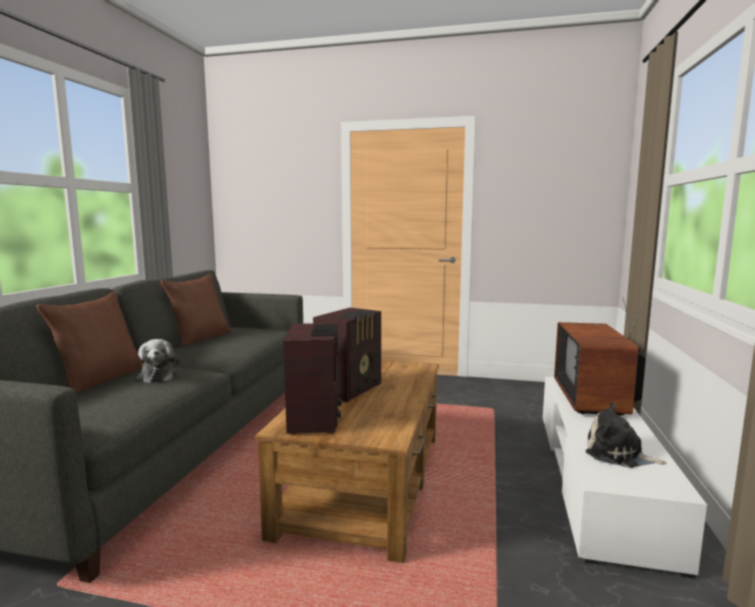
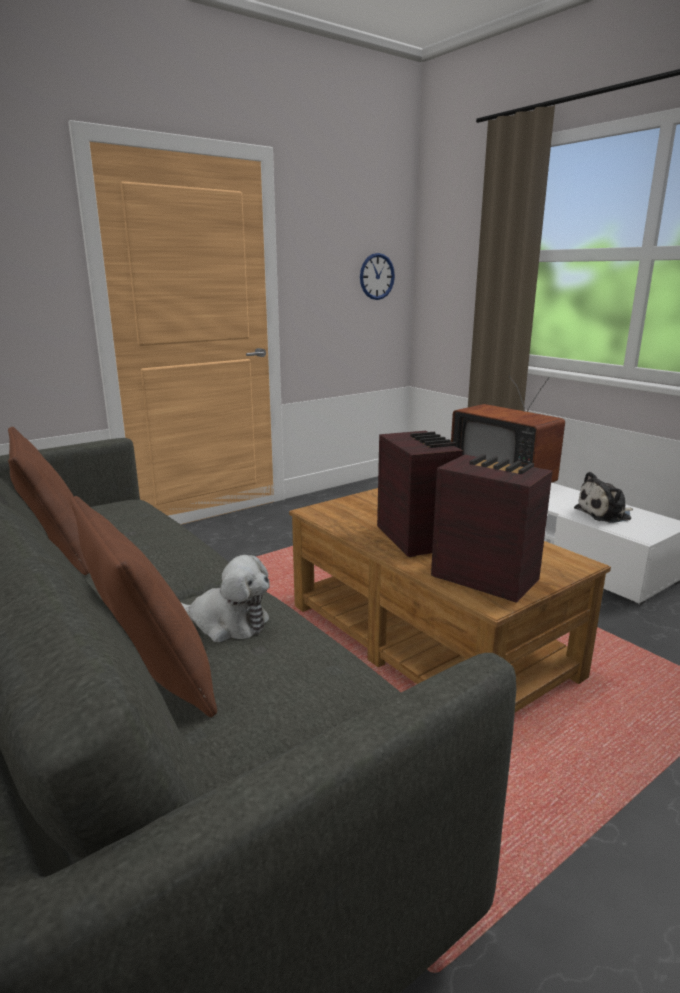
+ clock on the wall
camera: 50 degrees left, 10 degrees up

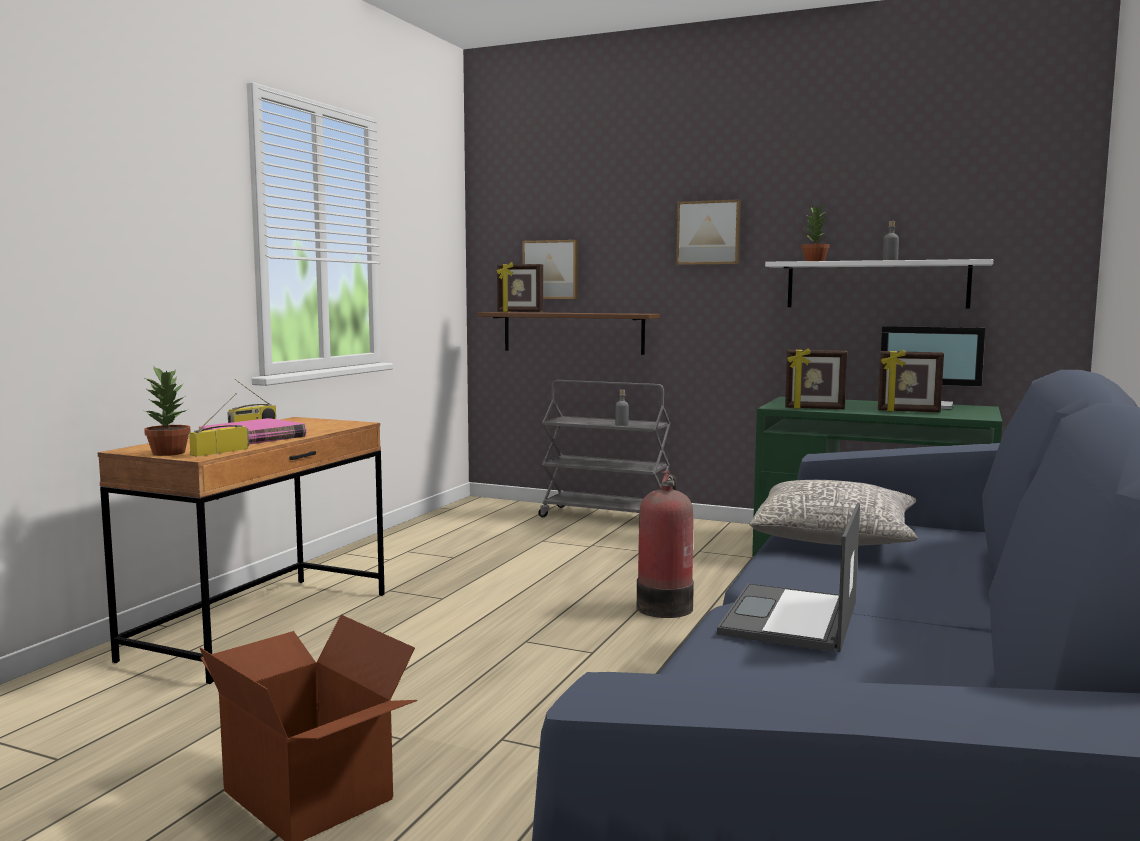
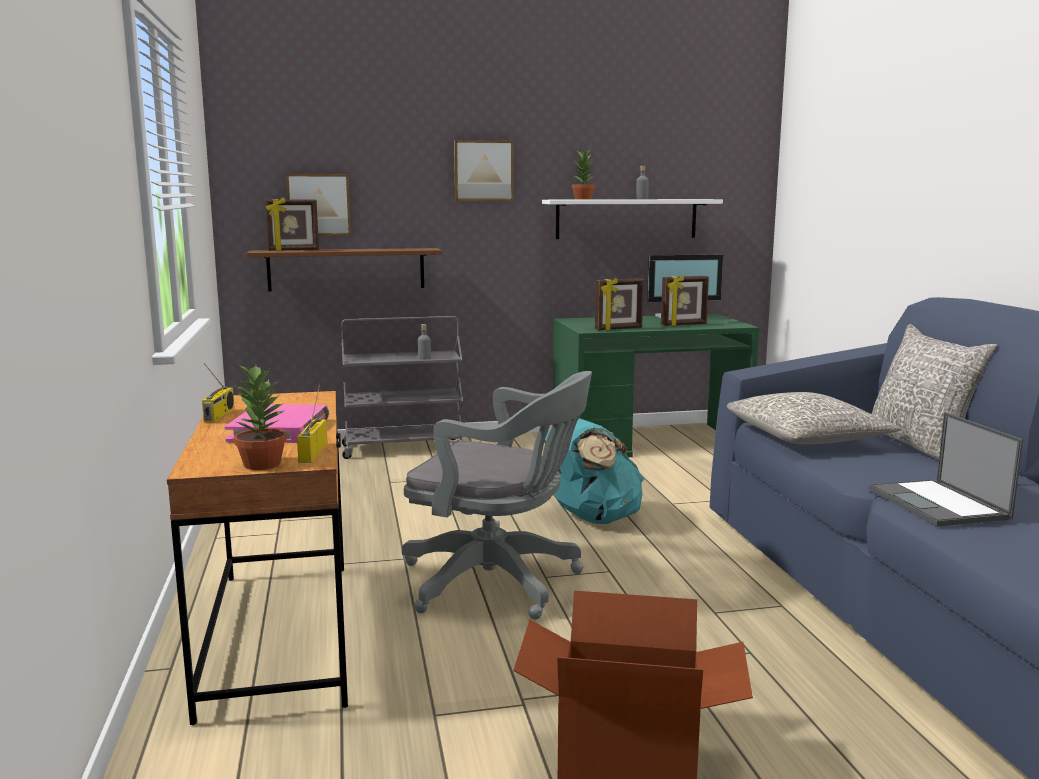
~ extinguisher to rucksack (turquoise)
+ throw pillow (grey) (no. 2 from left)
+ computer chair (grey)
camera: 35 degrees left, 5 degrees up

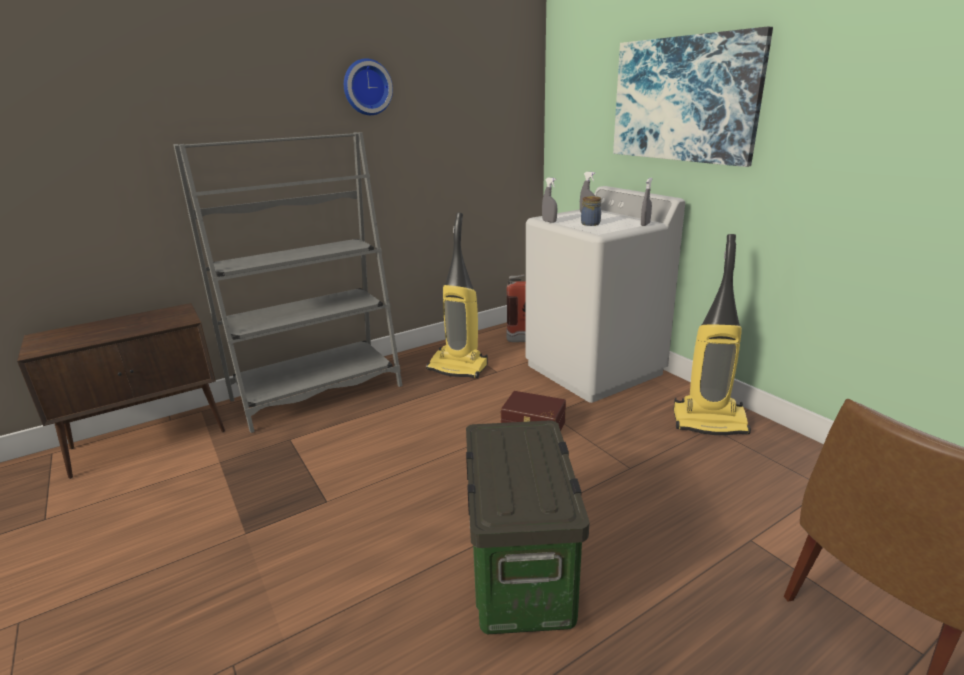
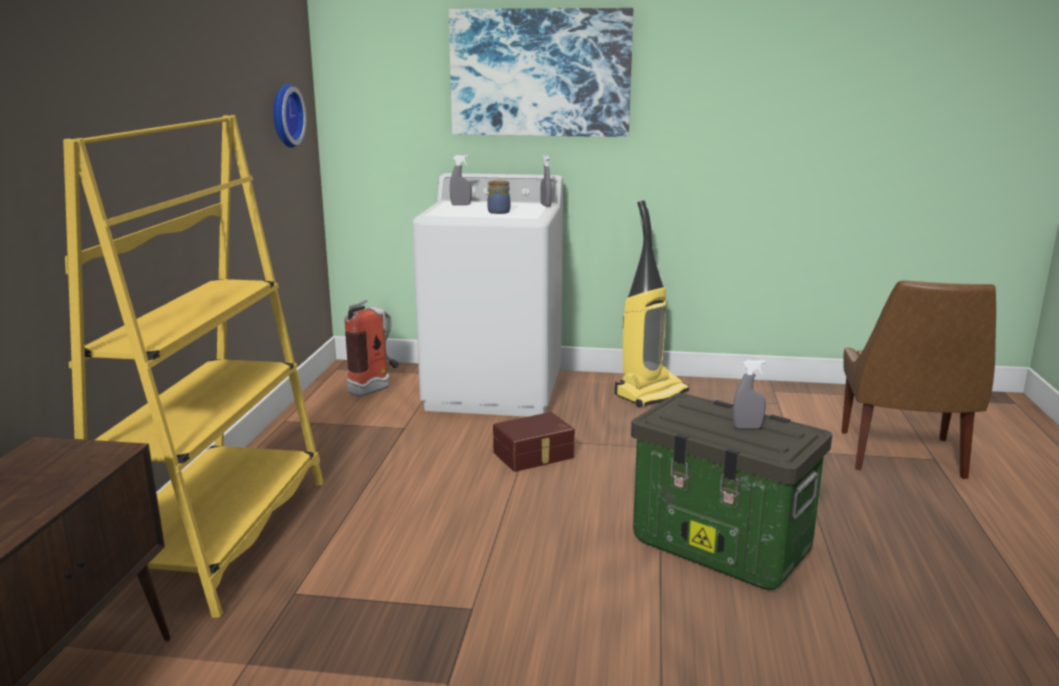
~ clock on the wall
~ shelving unit (grey) to shelving unit (yellow)
~ sprayer (grey) (no. 1 from left in the first image) to sprayer (grey) (no. 3 from left)
- hoover (no. 1 from left)
camera: 50 degrees left, 5 degrees down

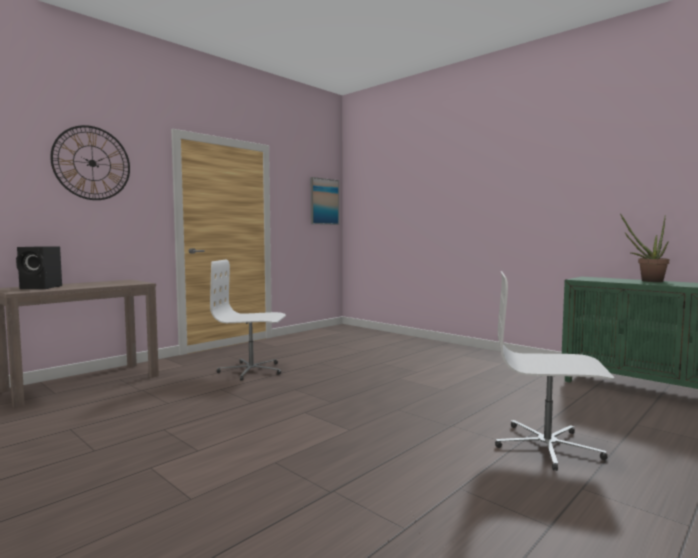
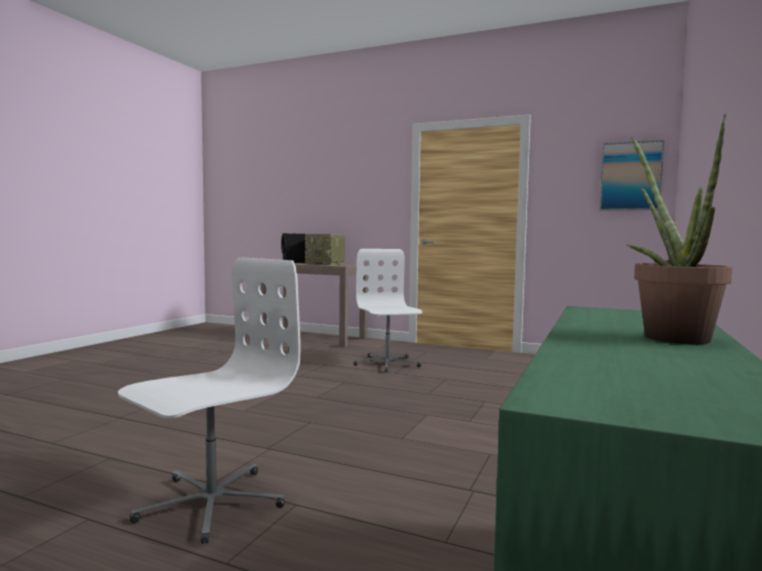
- clock on the wall
~ computer chair (whitish) (no. 2 from left in the first image) 45 degrees clockwise
+ radio receiver
camera: 70 degrees right, 0 degrees up

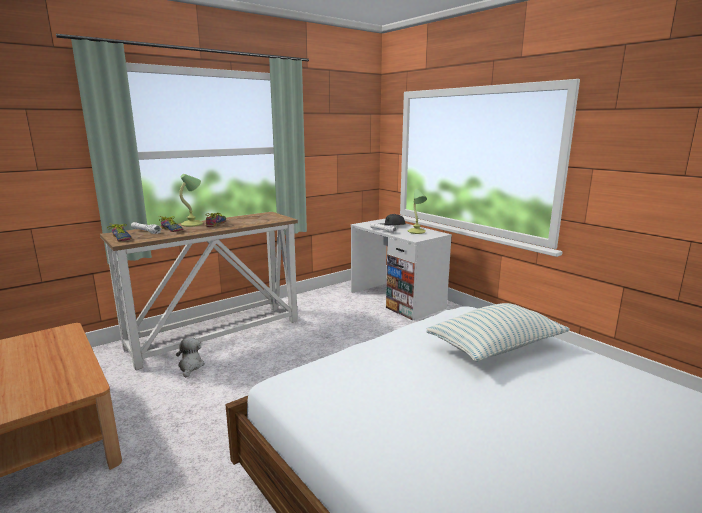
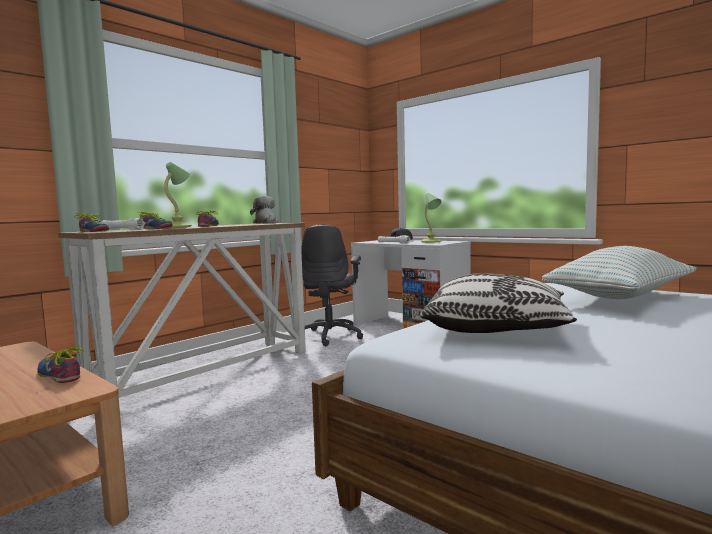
~ cuddly toy
+ computer chair (grey)
+ throw pillow (no. 1 from left)
+ low shoe (no. 1 from left)
camera: 10 degrees left, 10 degrees down

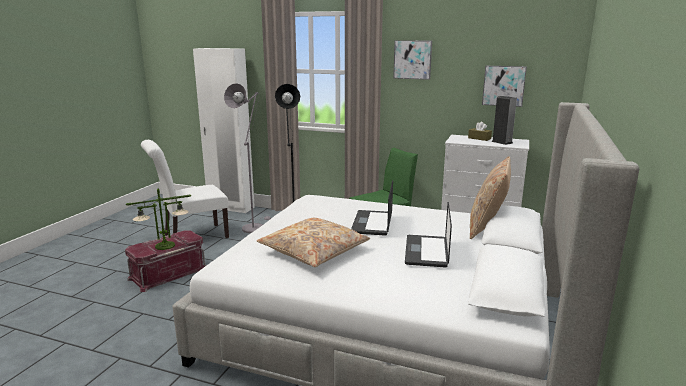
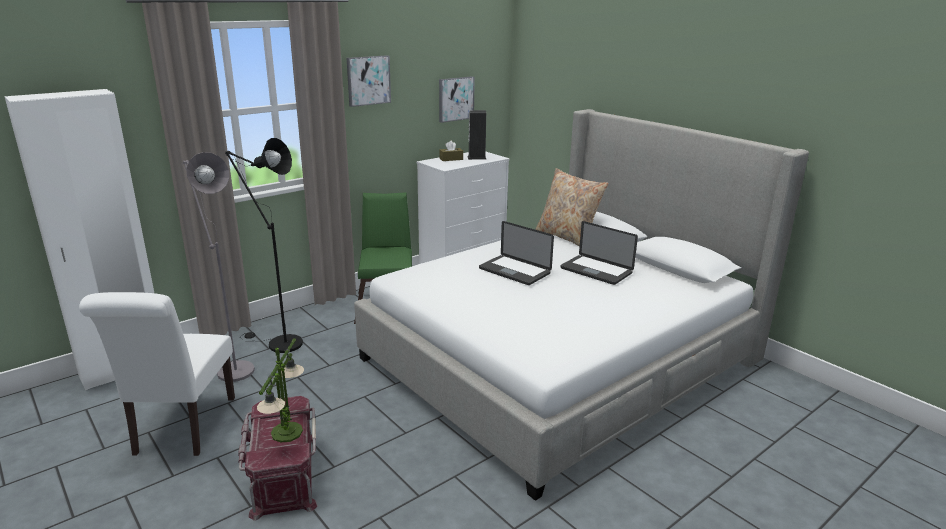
- throw pillow (beige) (no. 1 from left)
camera: 60 degrees left, 5 degrees up

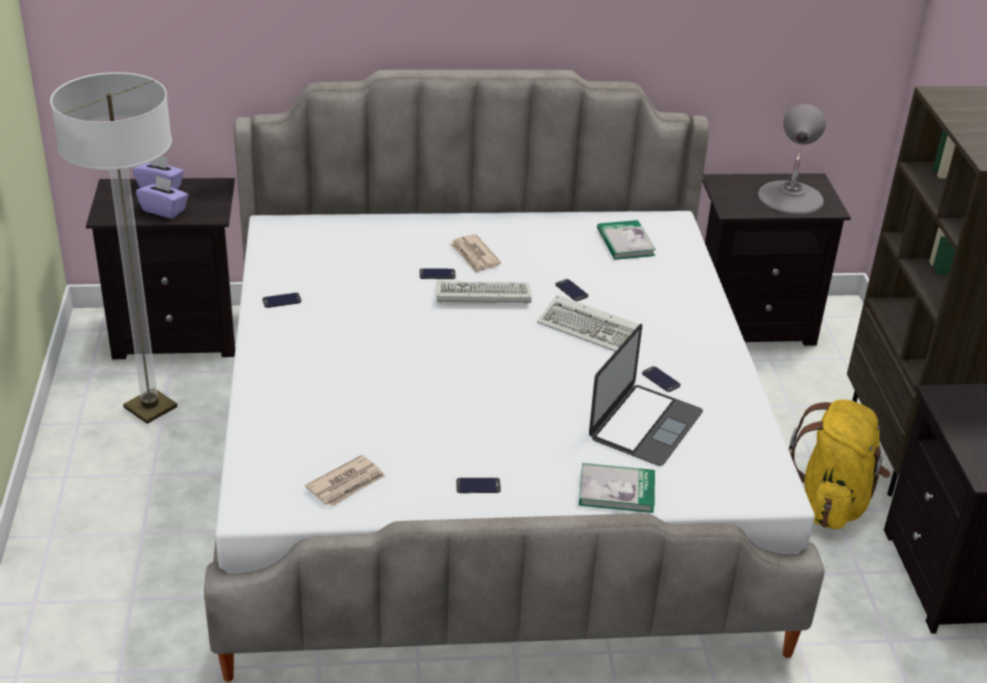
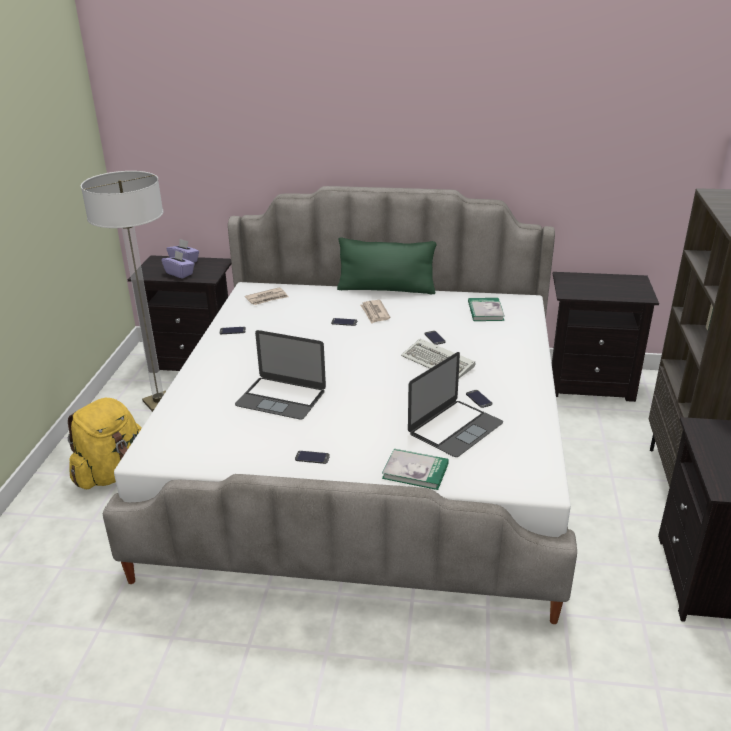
- lamp for a table (grey)
- PC keyboard (no. 1 from left)
~ rucksack (yellow)
~ newspaper (no. 1 from left)
+ throw pillow (green-coloured)
+ portable computer (no. 1 from left)
camera: 15 degrees right, 5 degrees down

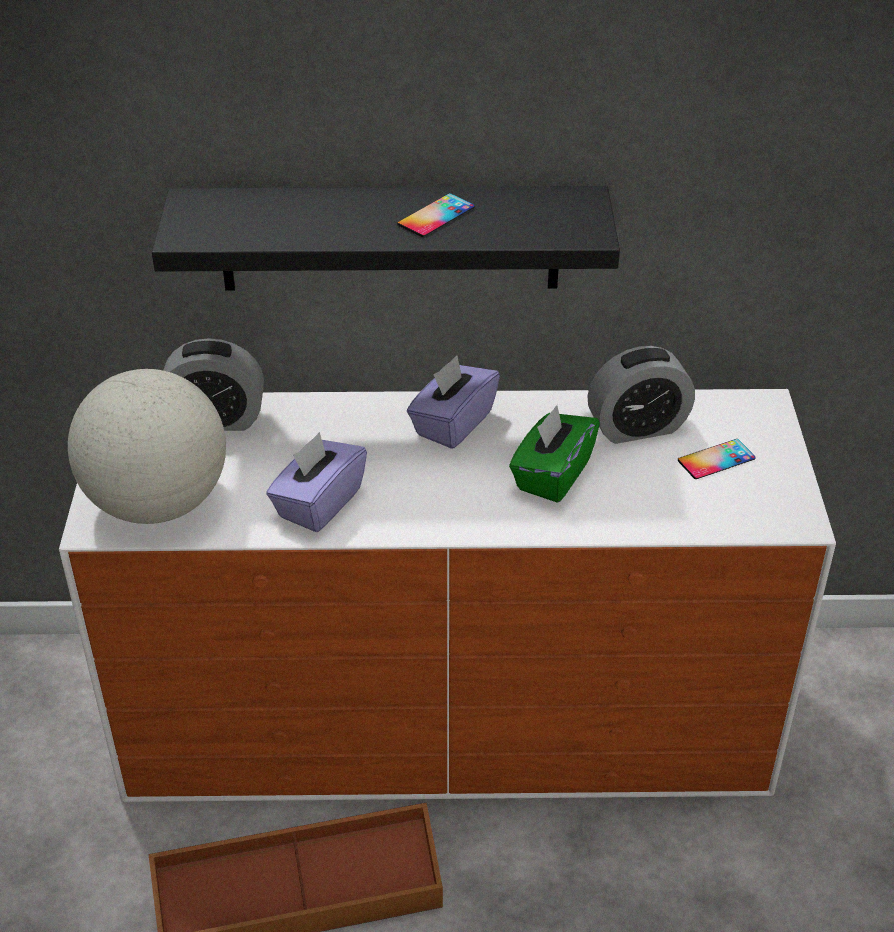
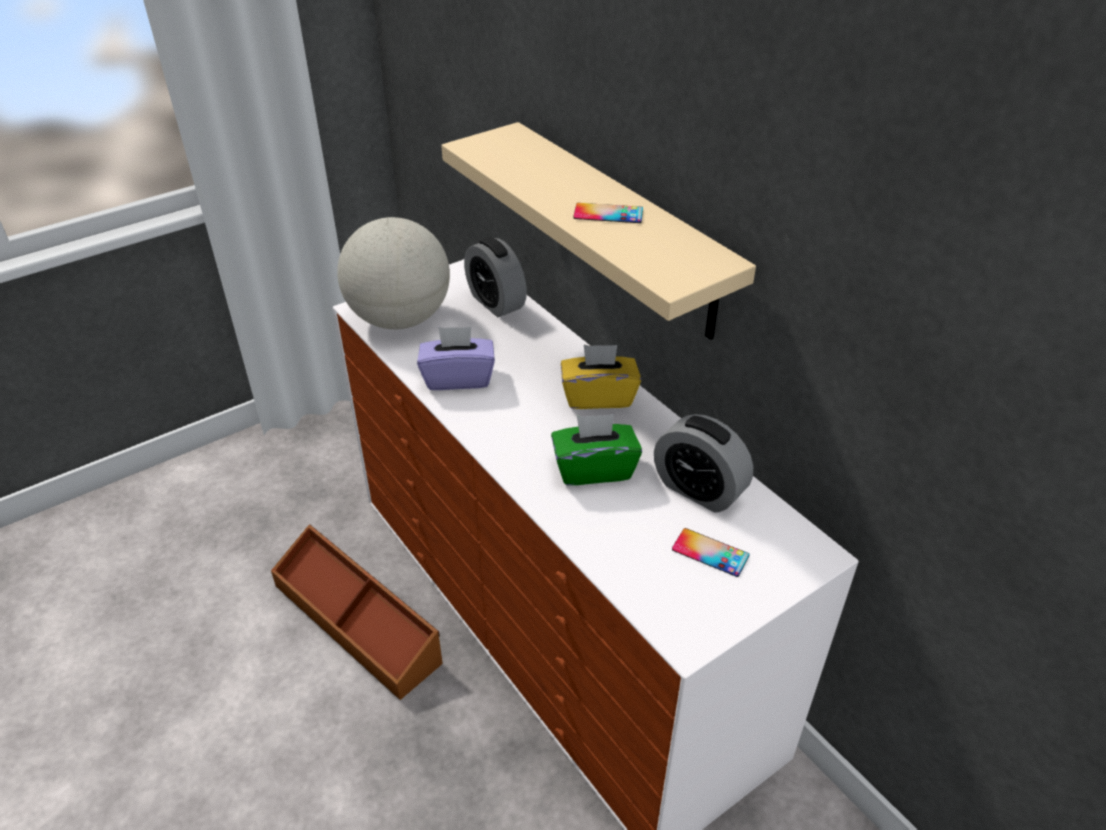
~ shelf (blackish) to shelf (beige)
~ box of tissues (purple) (no. 2 from left) to box of tissues (yellow)
camera: 55 degrees right, 0 degrees up

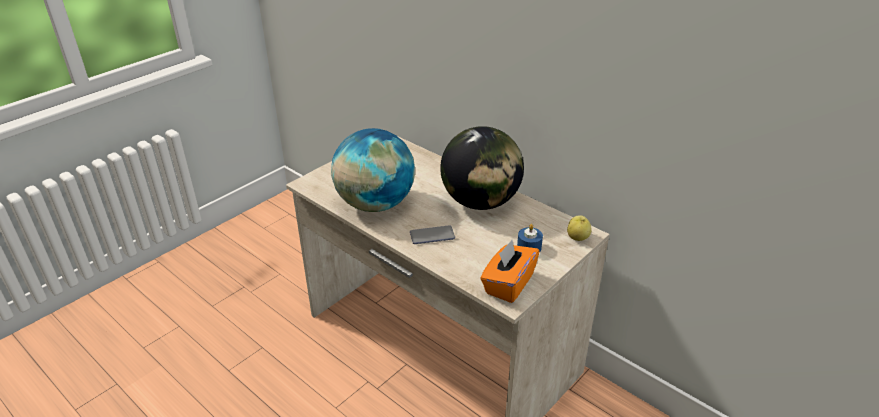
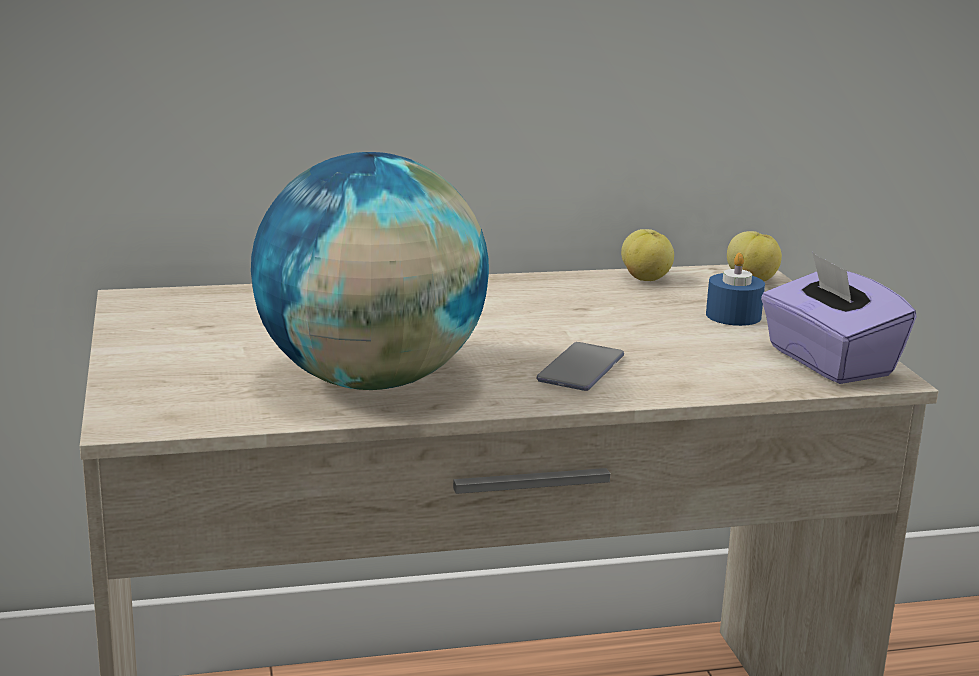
- globe (no. 2 from left)
~ box of tissues (orange) to box of tissues (purple)
+ apple (no. 1 from left)
camera: 55 degrees left, 15 degrees down

